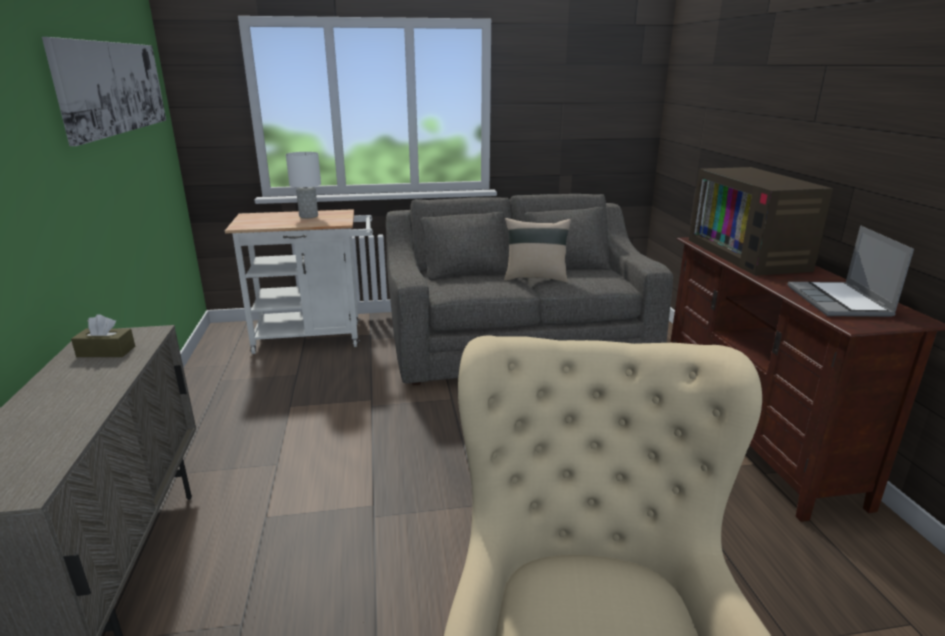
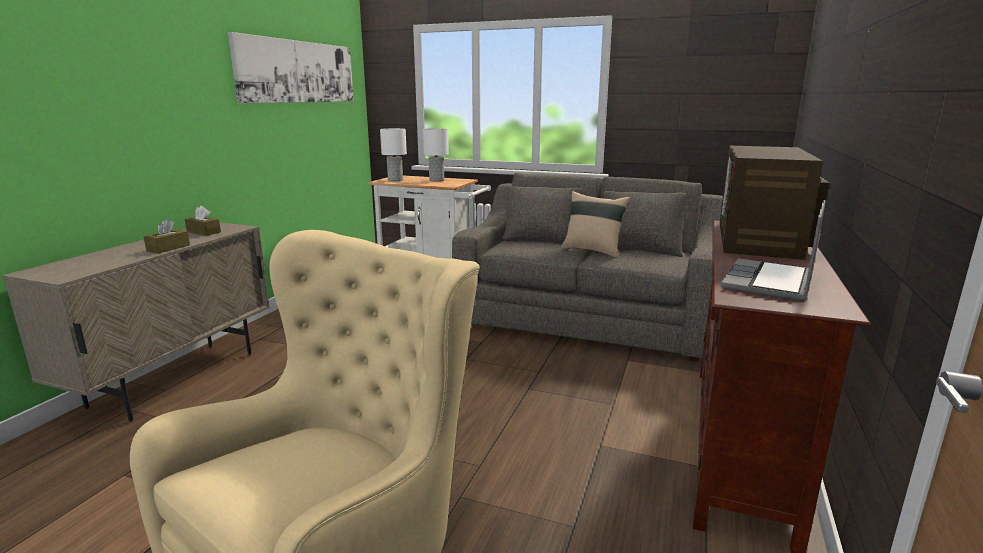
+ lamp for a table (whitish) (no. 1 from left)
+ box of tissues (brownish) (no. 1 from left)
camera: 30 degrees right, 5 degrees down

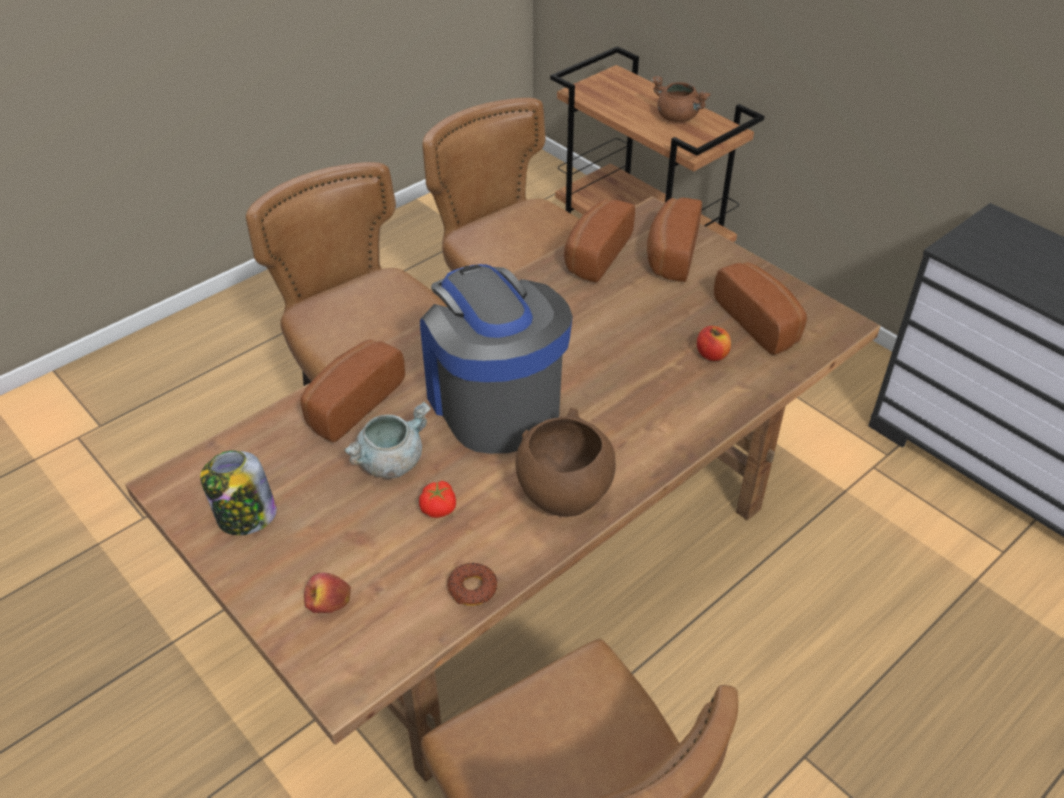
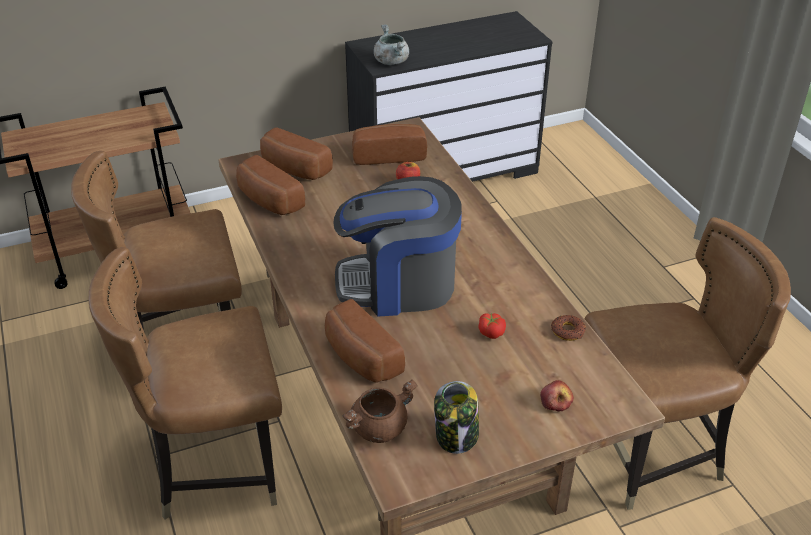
~ stockpot (brownish)
~ stockpot (grey)
- deep dish (brownish)
camera: 70 degrees left, 5 degrees down

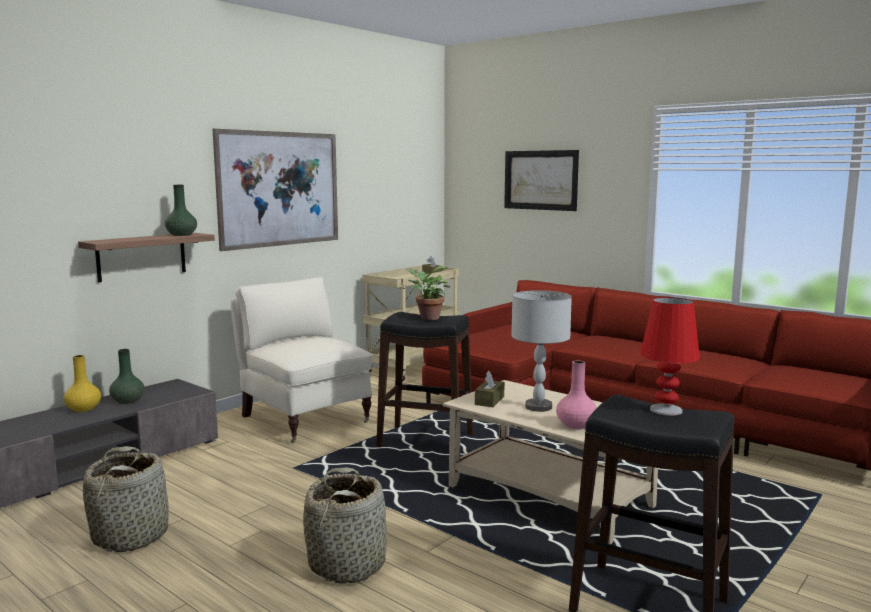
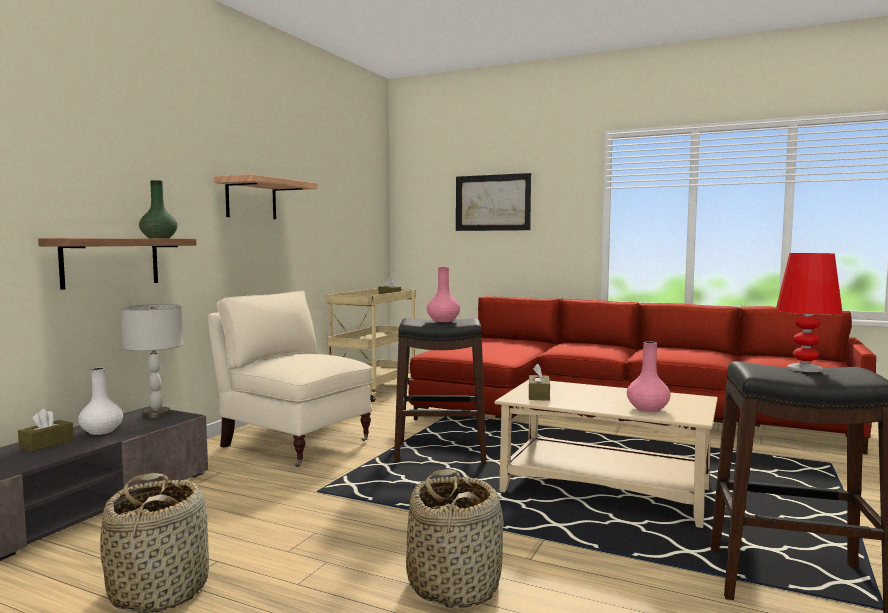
~ picture (no. 1 from left) to shelf (no. 2 from left)
~ potted plant to vase (pink-coloured) (no. 1 from left)
~ lamp for a table (grey)
~ vase (green-coloured) (no. 1 from left) to vase (whitish)
~ vase (yellow) to box of tissues (brownish) (no. 1 from left)
camera: 15 degrees left, 5 degrees down

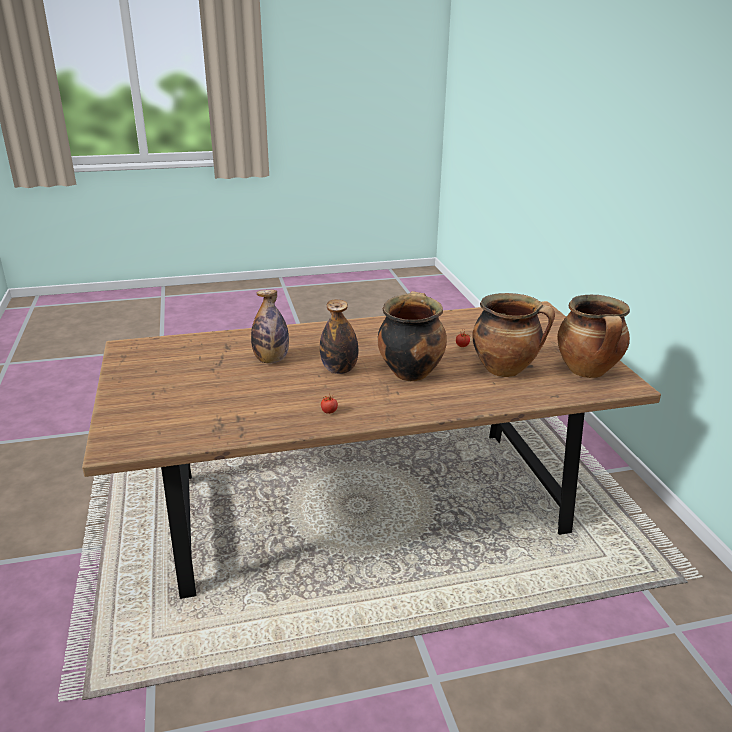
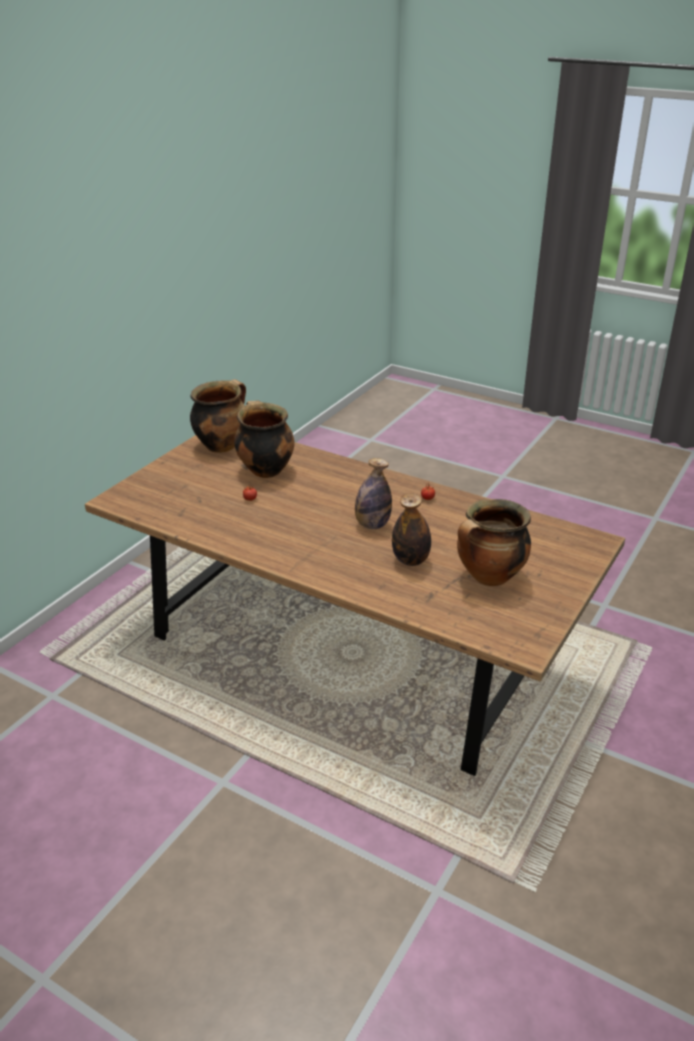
~ stockpot (no. 1 from left in the first image) to stockpot (no. 3 from left)
camera: 135 degrees left, 5 degrees up

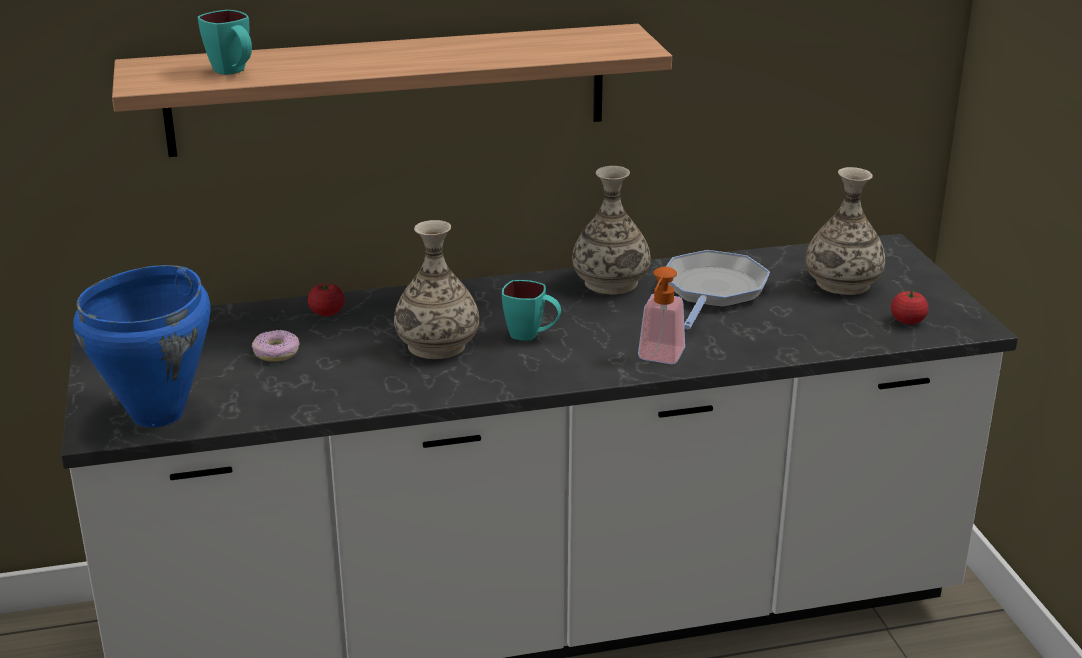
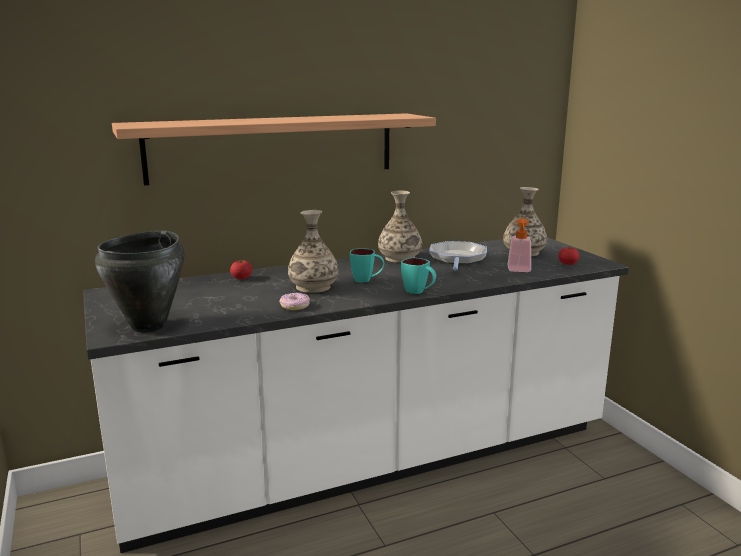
~ mug (turquoise) (no. 1 from left in the first image) to mug (turquoise) (no. 2 from left)
~ stockpot (bluish) to stockpot (blackish)
~ soap dispenser
~ doughnut
camera: 10 degrees left, 10 degrees down

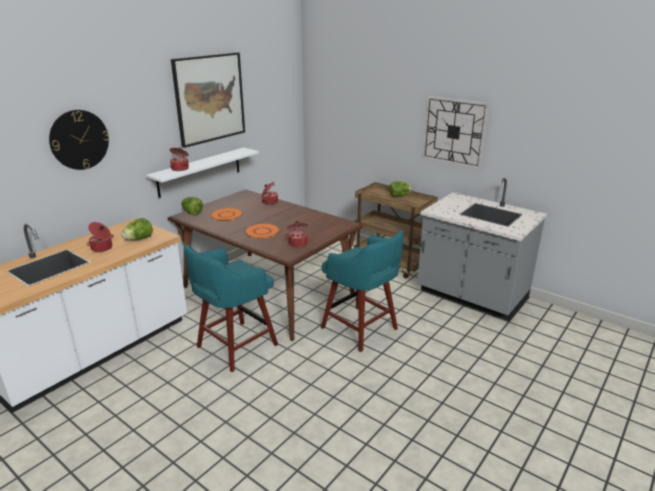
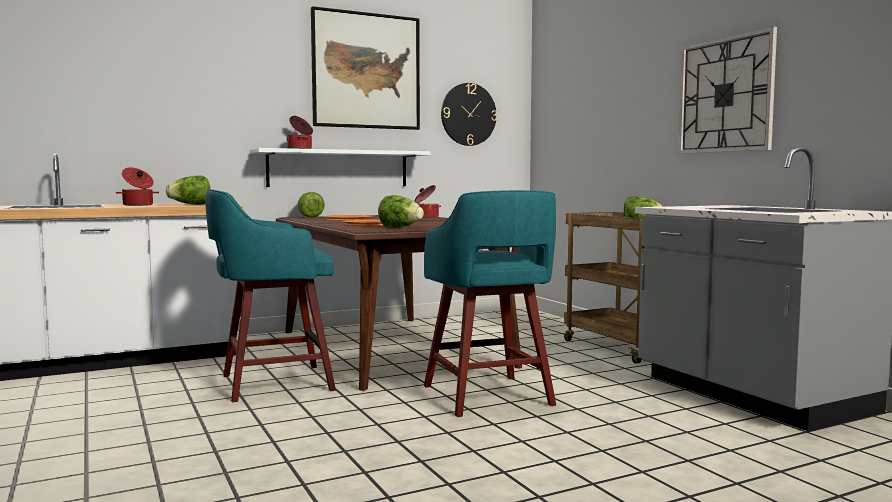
~ clock on the wall (no. 1 from left)
~ stockpot (no. 4 from left) to lettuce (no. 3 from left)
camera: 25 degrees right, 20 degrees down

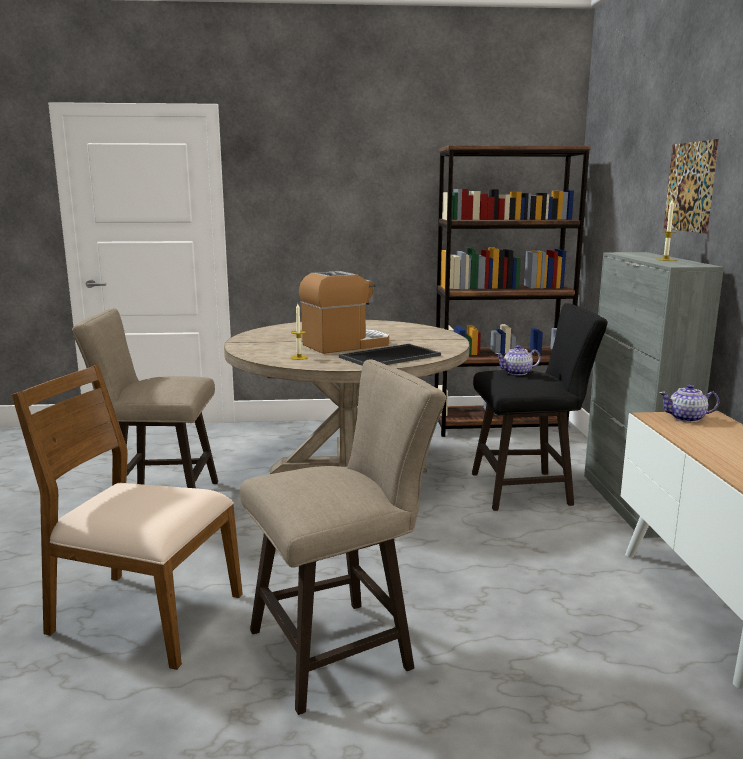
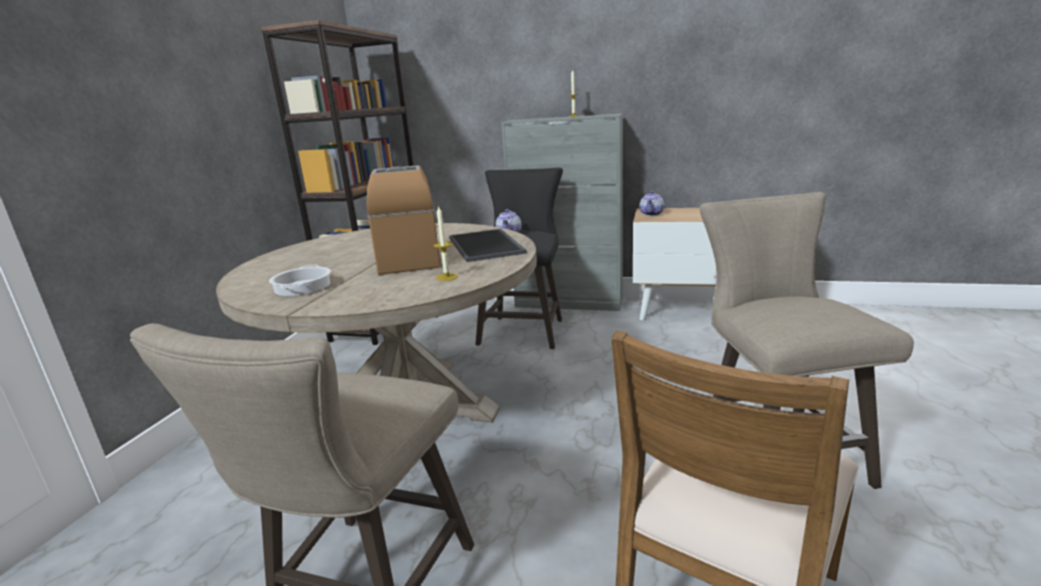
- picture
+ stockpot
camera: 70 degrees left, 5 degrees up

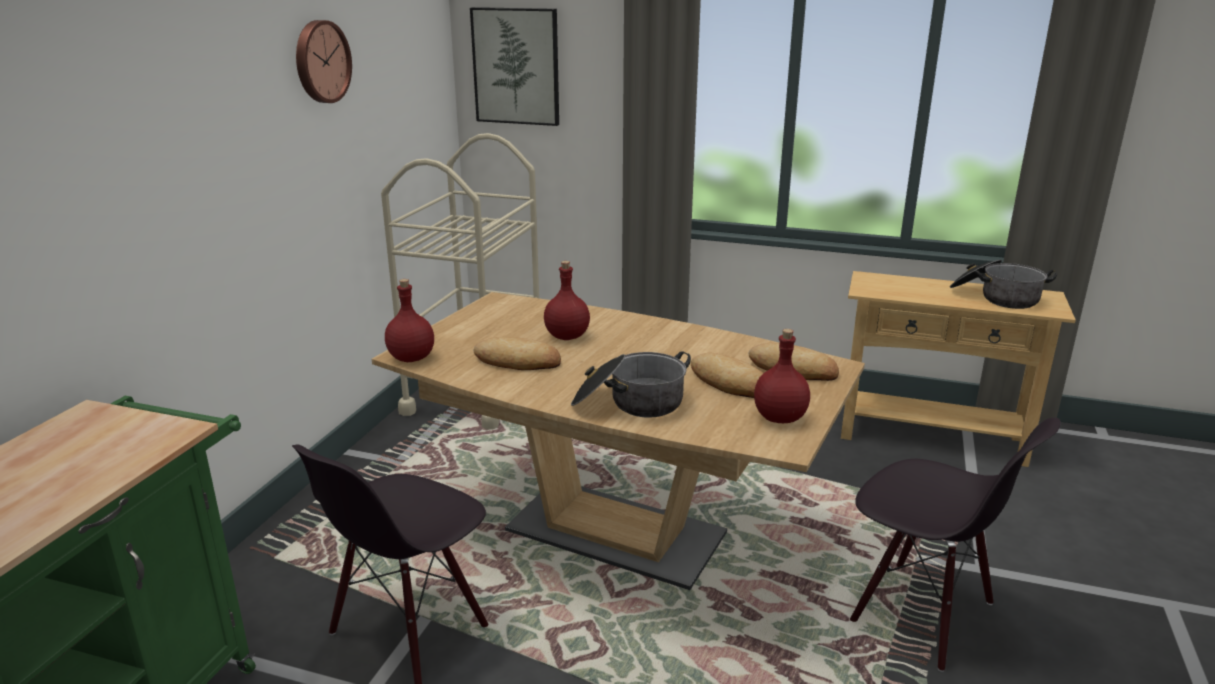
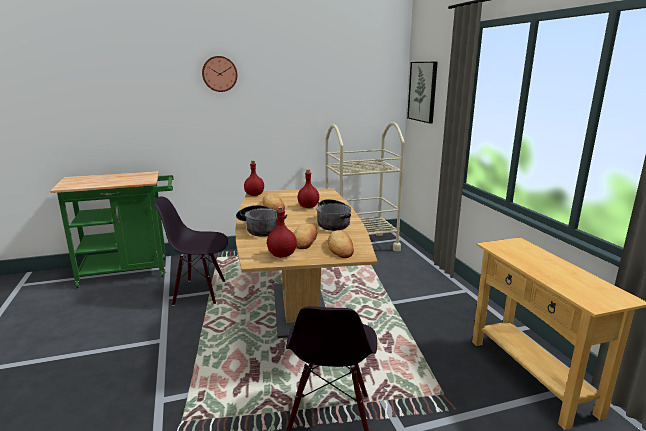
~ clock on the wall
~ stockpot (no. 2 from left)
camera: 55 degrees right, 5 degrees down

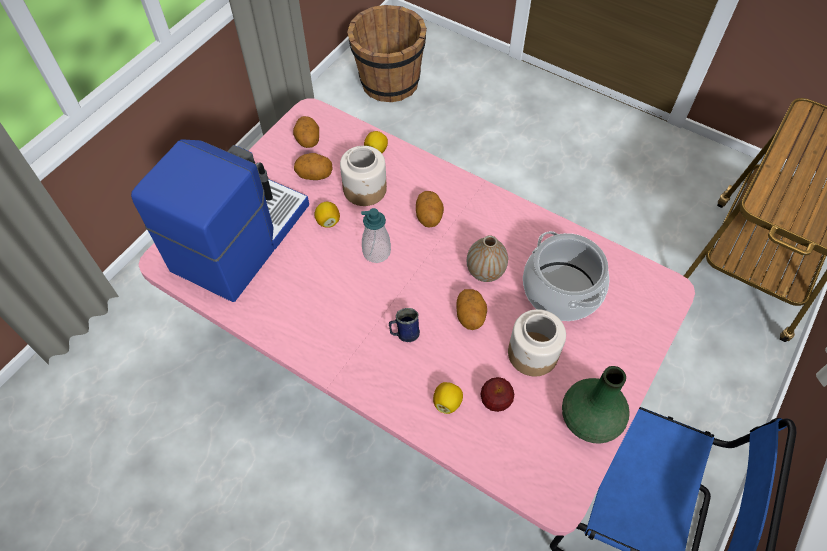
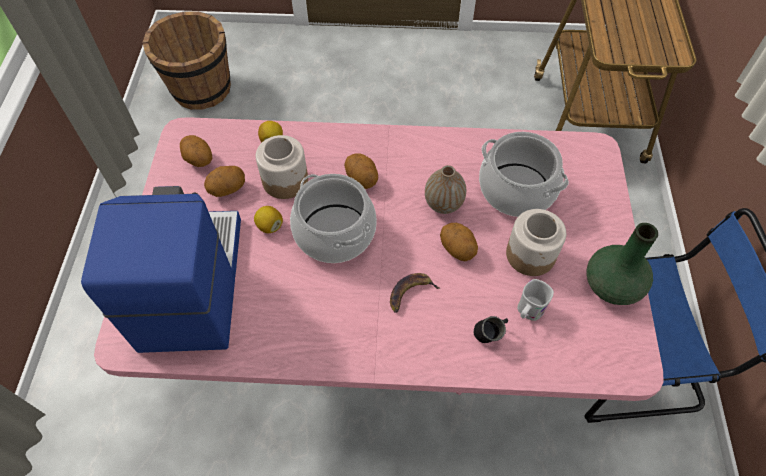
~ soap dispenser to stockpot (no. 1 from left)
~ mug (bluish) to banana
~ apple to mug (whitish)
~ whole lemon (no. 3 from left) to mug (blackish)
camera: 30 degrees left, 0 degrees up

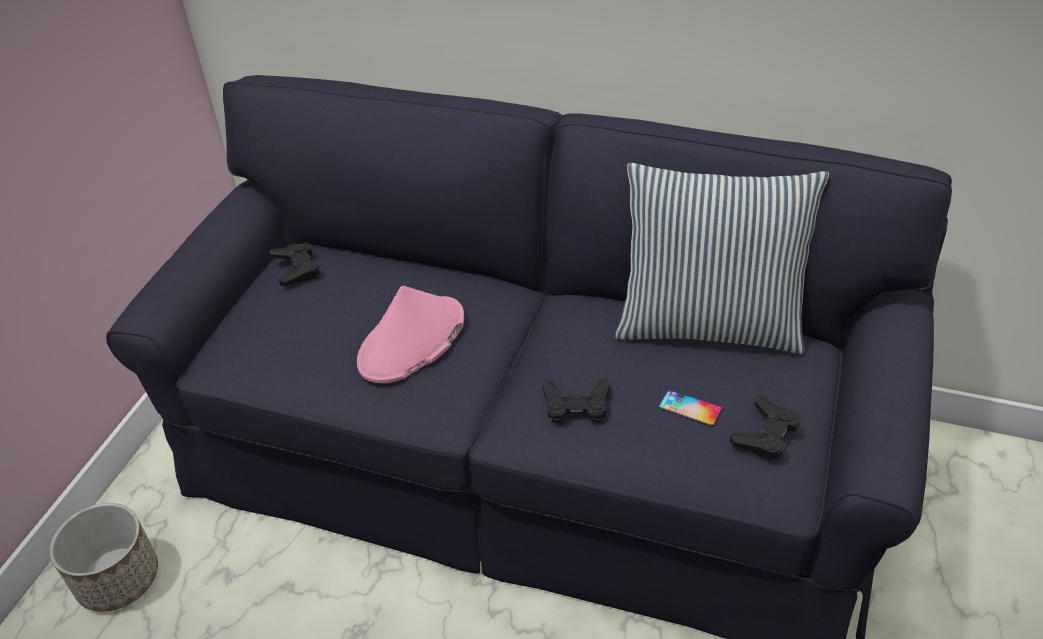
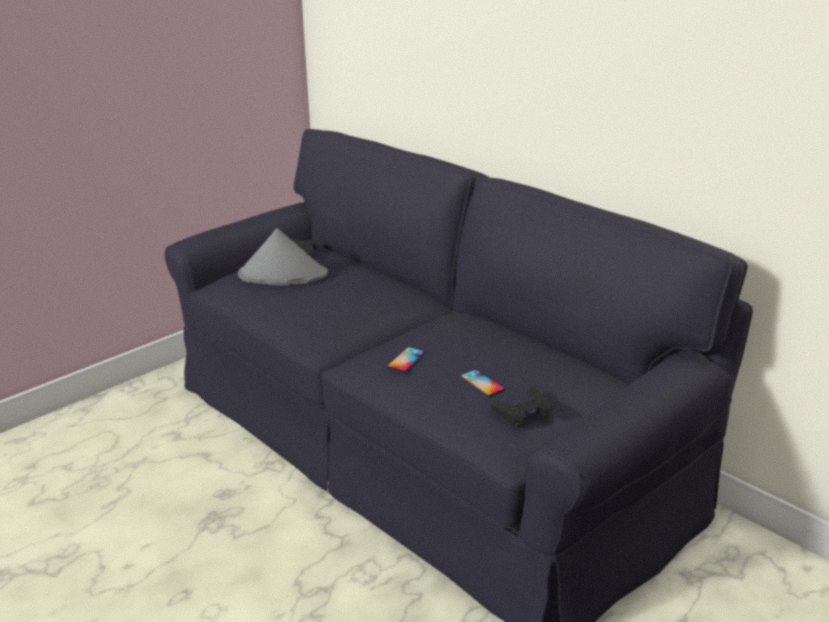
- throw pillow
- clothing hat (pink-coloured)
~ joypad (blackish) (no. 2 from left) to phone (no. 1 from left)
- planter
+ clothing hat (grey)
camera: 25 degrees right, 15 degrees down

